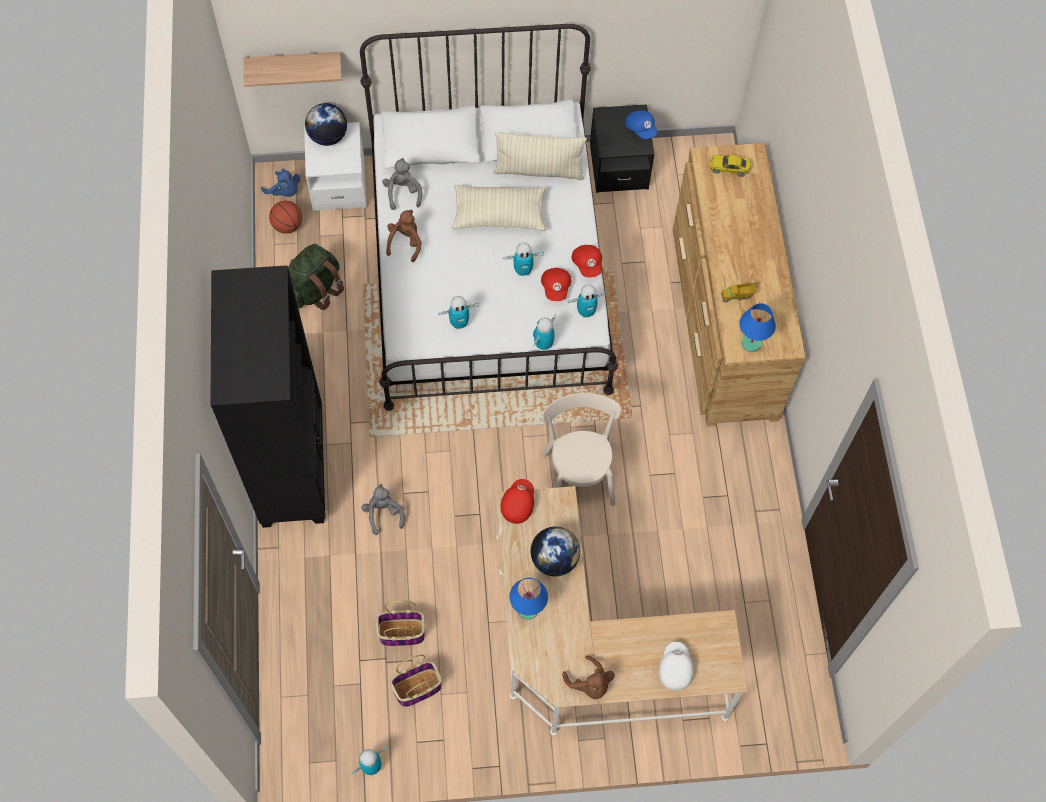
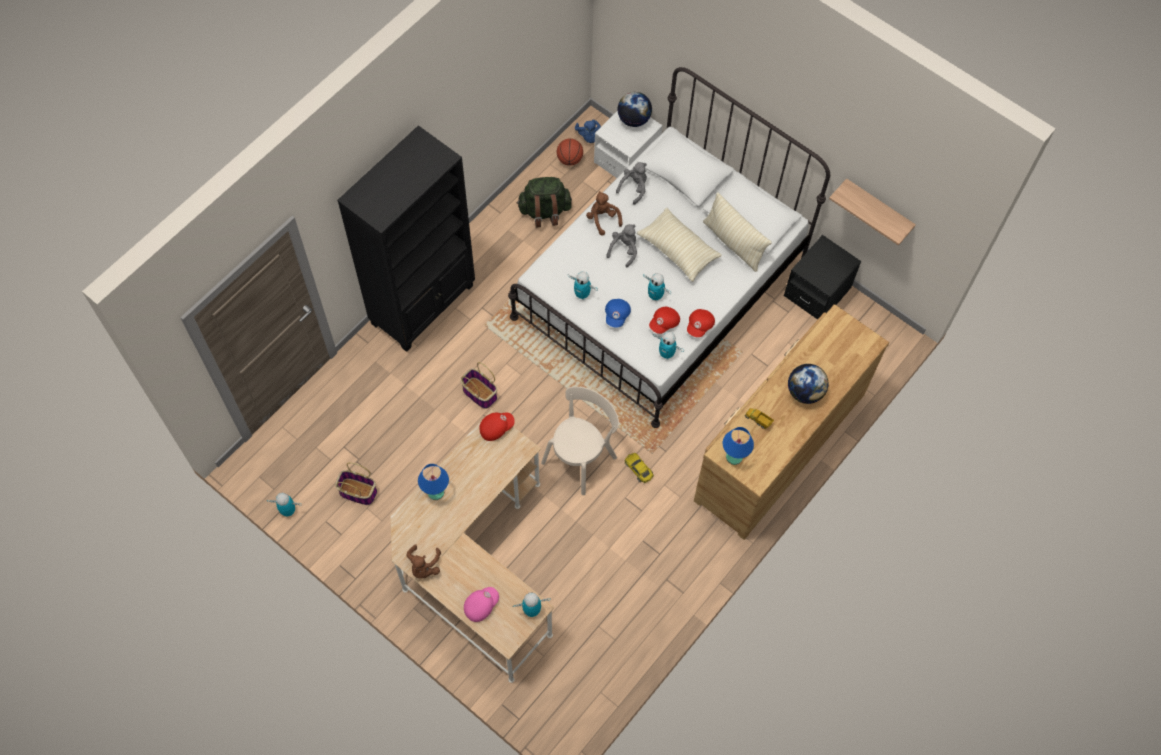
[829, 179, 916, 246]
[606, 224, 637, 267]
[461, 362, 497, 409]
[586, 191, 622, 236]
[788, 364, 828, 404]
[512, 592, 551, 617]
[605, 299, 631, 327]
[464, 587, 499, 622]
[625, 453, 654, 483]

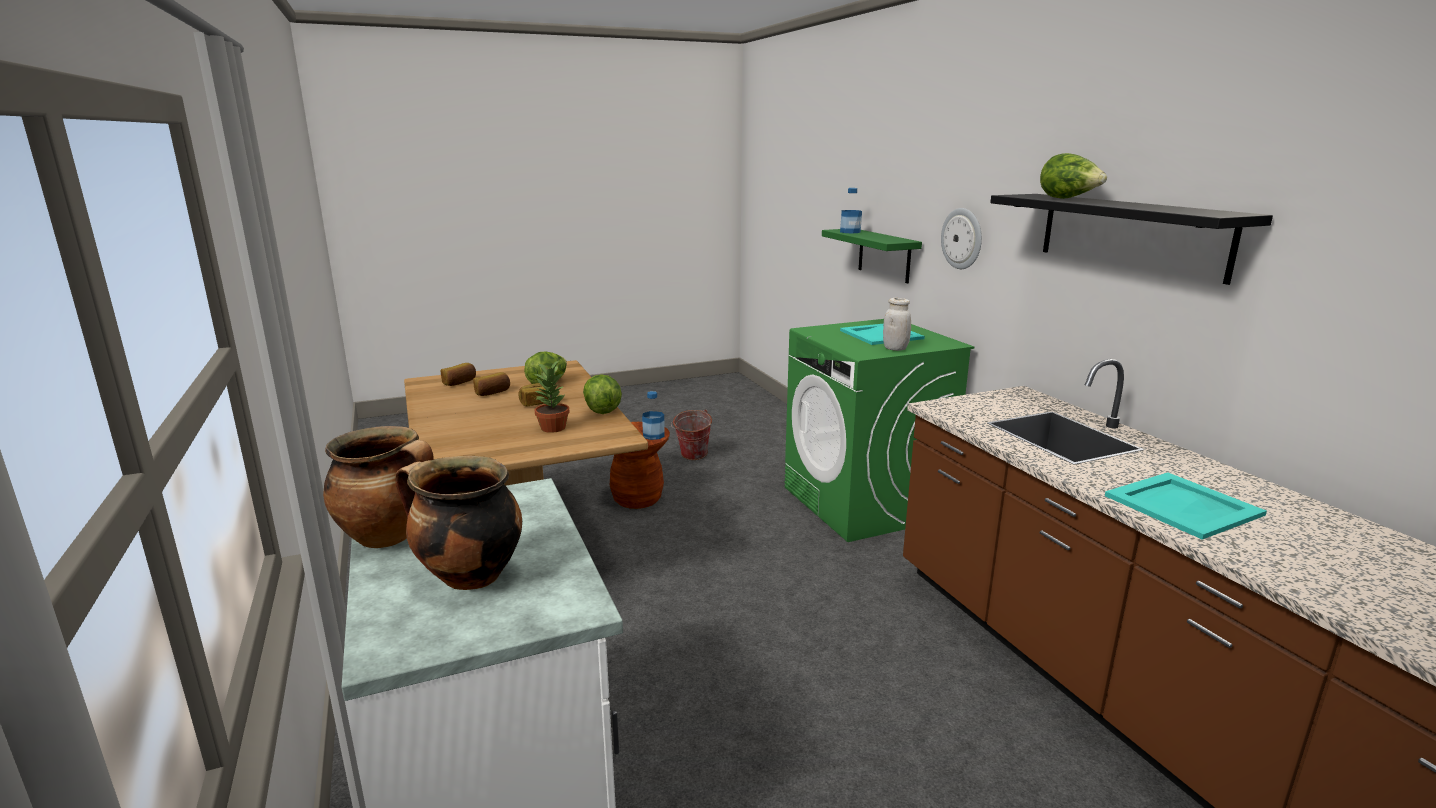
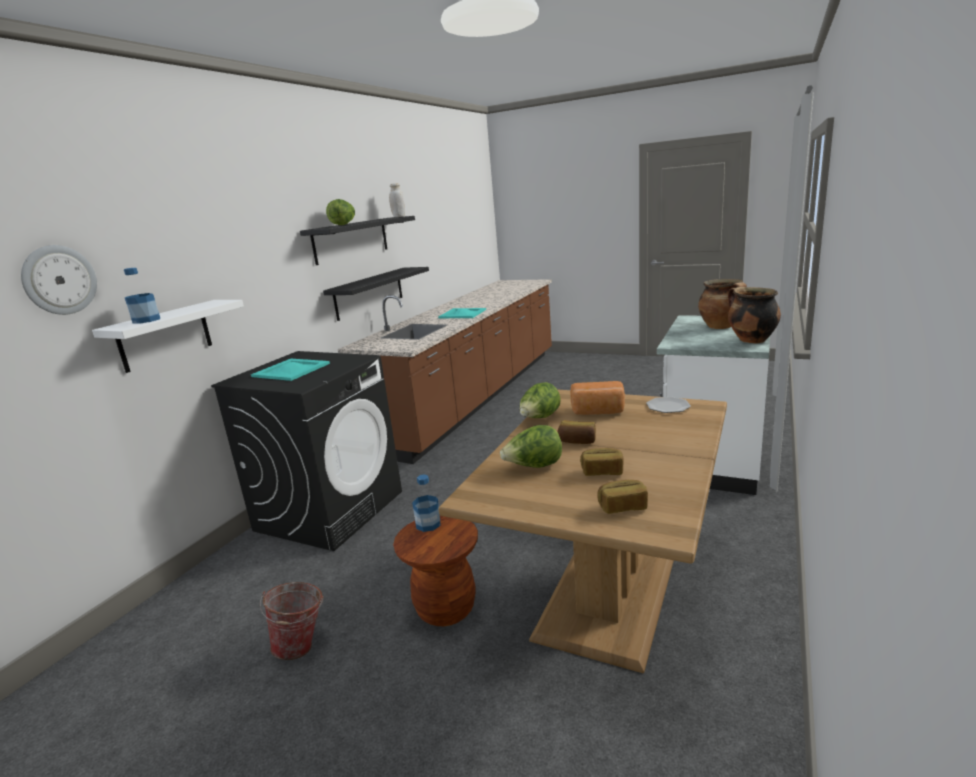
[570, 381, 625, 415]
[211, 351, 402, 551]
[92, 300, 244, 373]
[389, 183, 405, 217]
[21, 245, 97, 315]
[323, 267, 429, 321]
[646, 397, 691, 413]

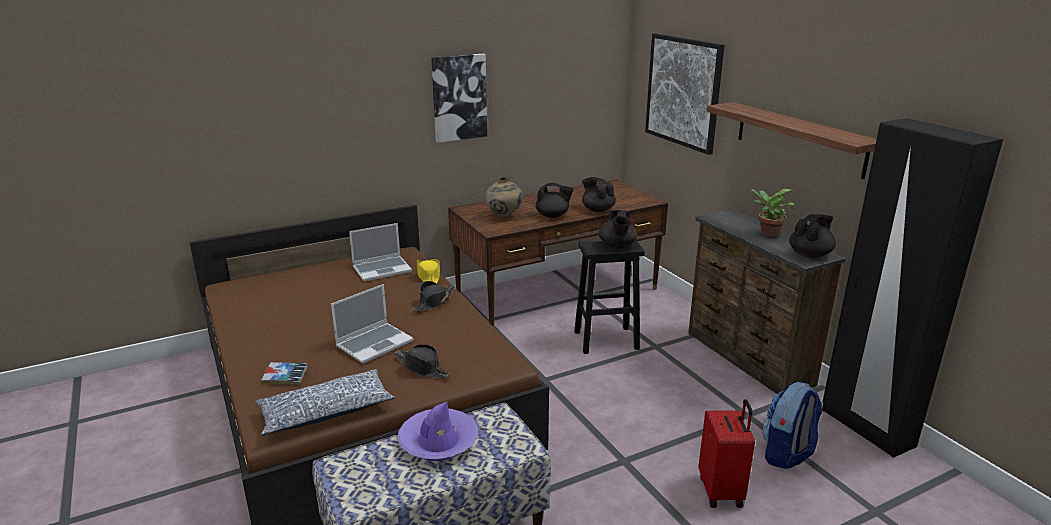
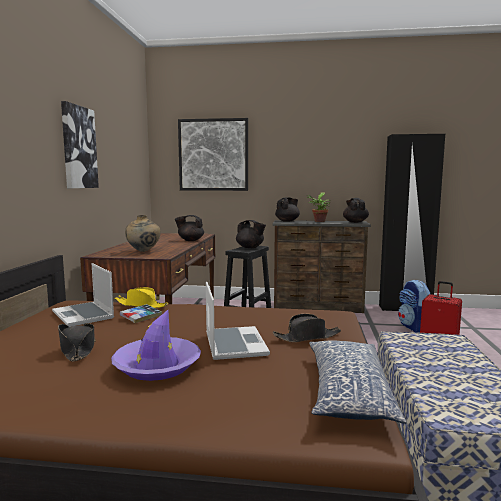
[120, 304, 162, 323]
[52, 263, 114, 327]
[111, 310, 201, 381]
[58, 323, 96, 361]
[275, 197, 300, 221]
[707, 102, 877, 179] (first image)

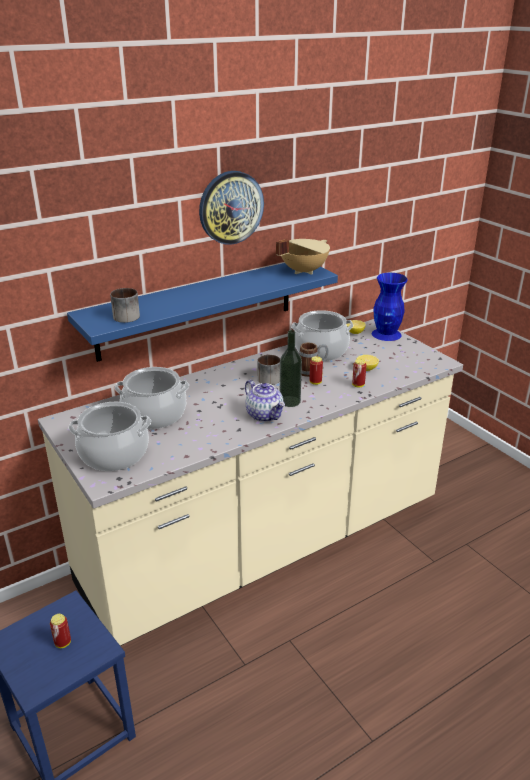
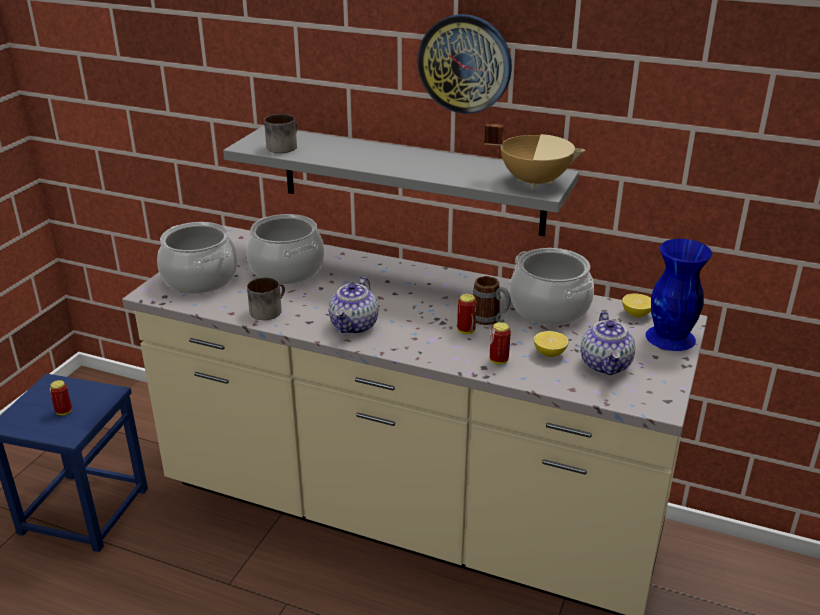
[223, 126, 579, 236]
[247, 277, 285, 320]
[280, 330, 302, 407] (first image)
[581, 312, 635, 375]

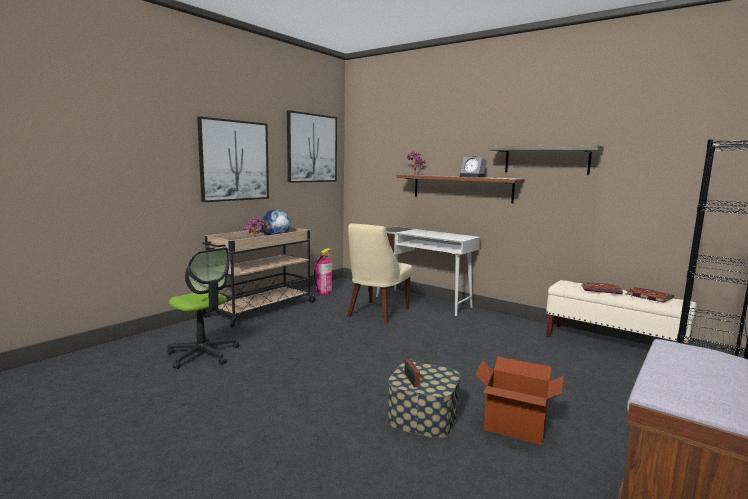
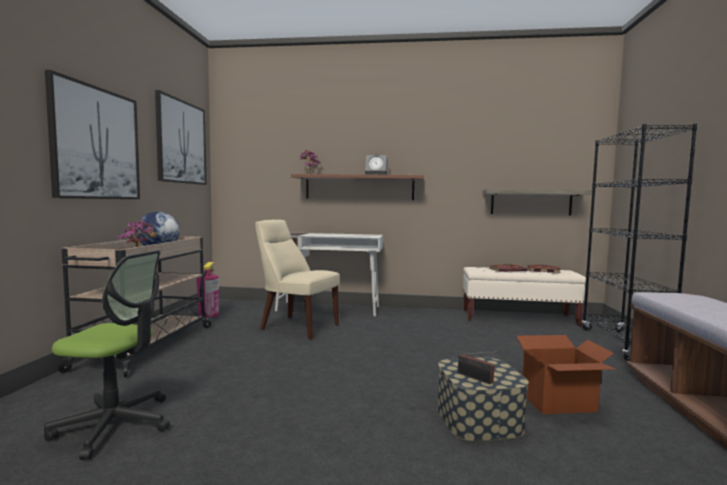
[255, 220, 340, 339]
[483, 189, 592, 215]

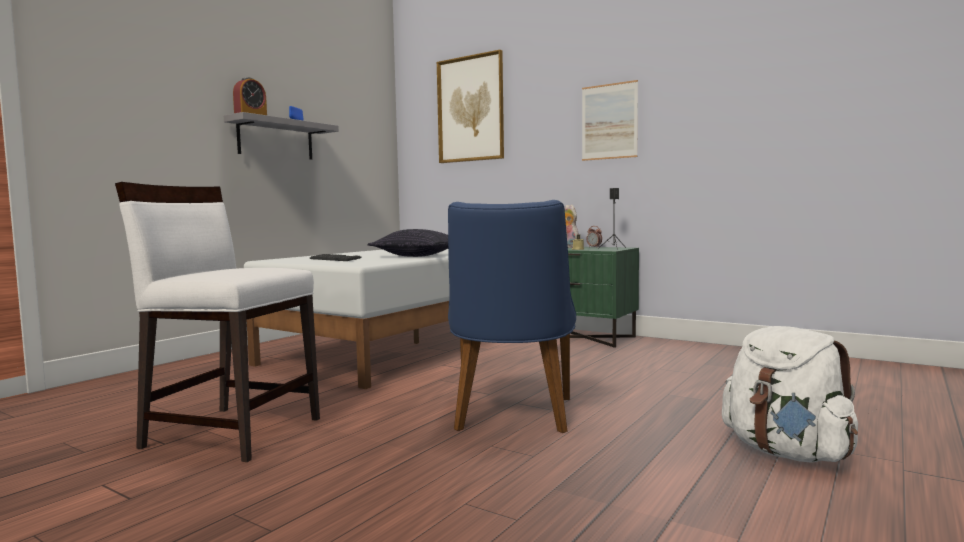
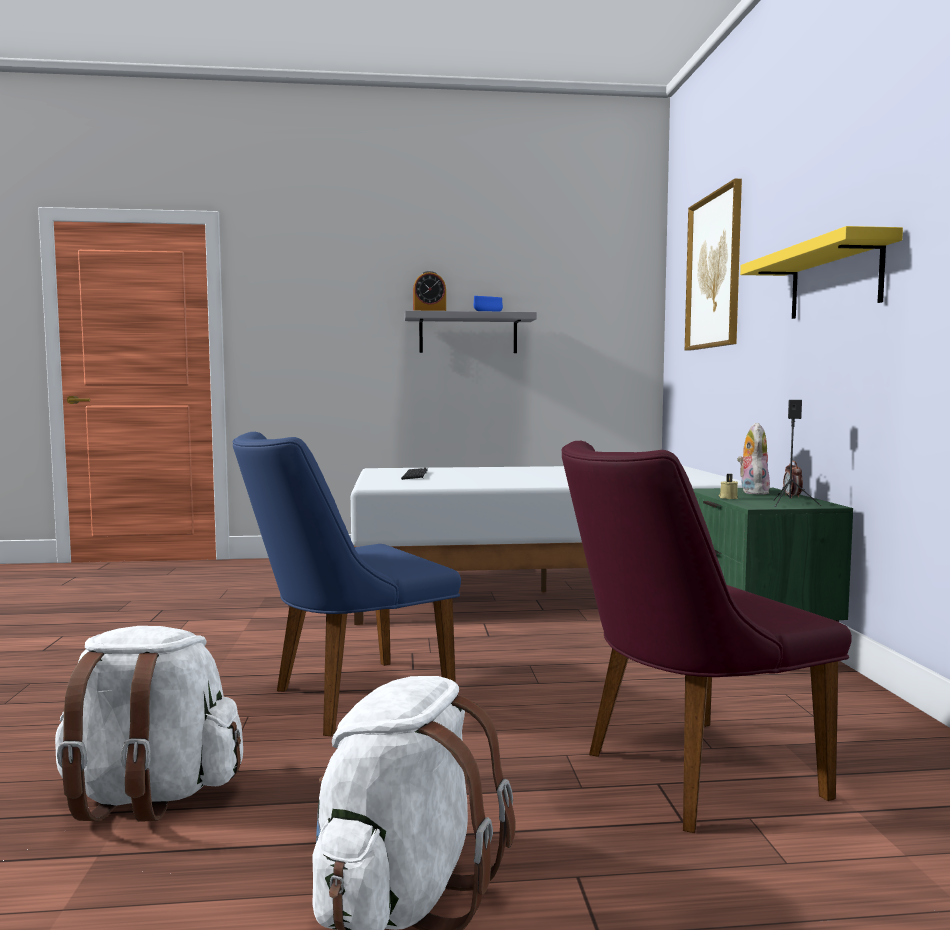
[115, 182, 320, 462] (first image)
[367, 229, 448, 257] (first image)
[740, 226, 903, 319]
[55, 626, 243, 822]
[562, 441, 852, 833]

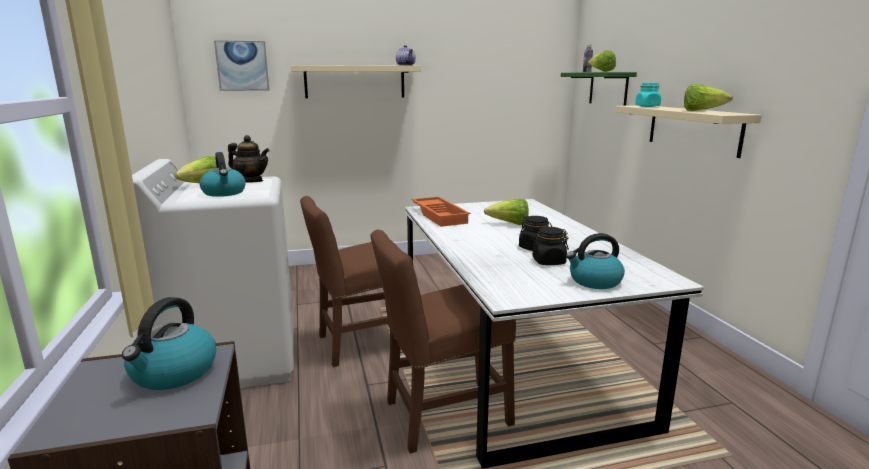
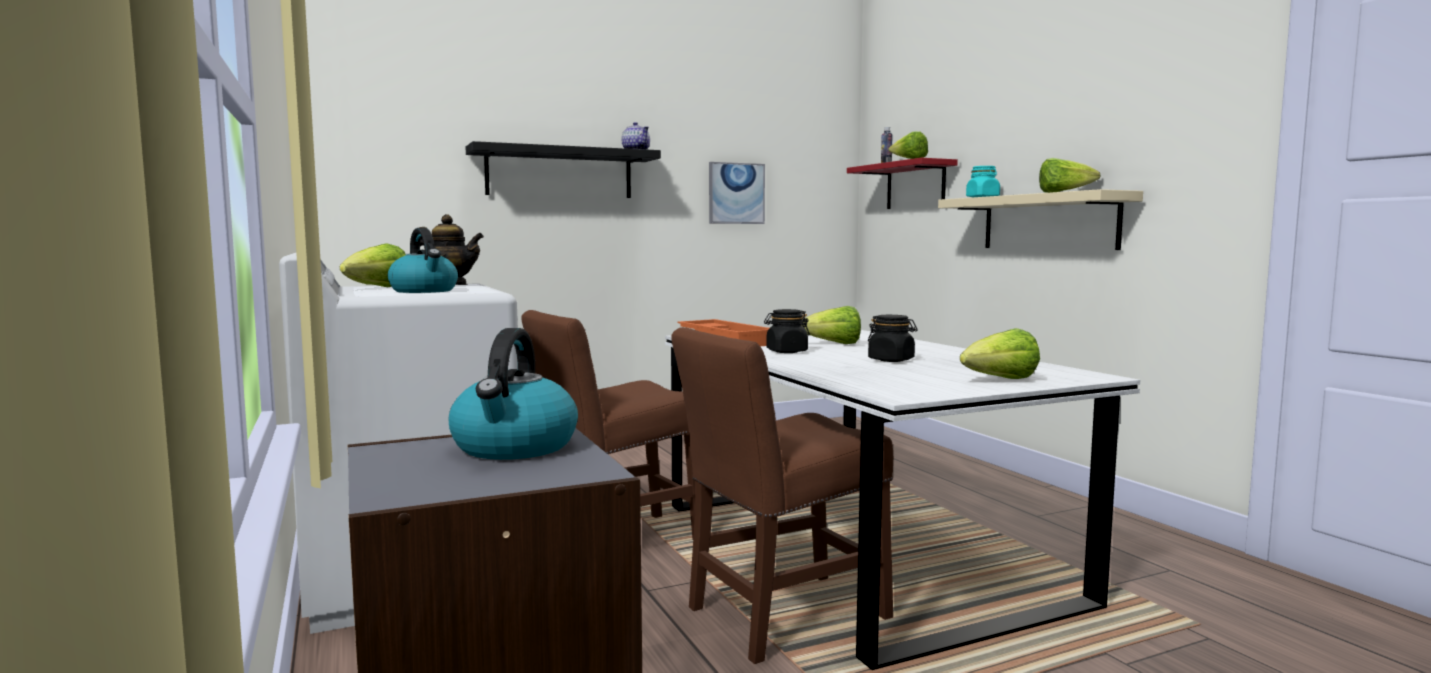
[709, 162, 765, 224]
[466, 141, 661, 198]
[764, 309, 810, 353]
[847, 158, 958, 209]
[960, 328, 1040, 379]

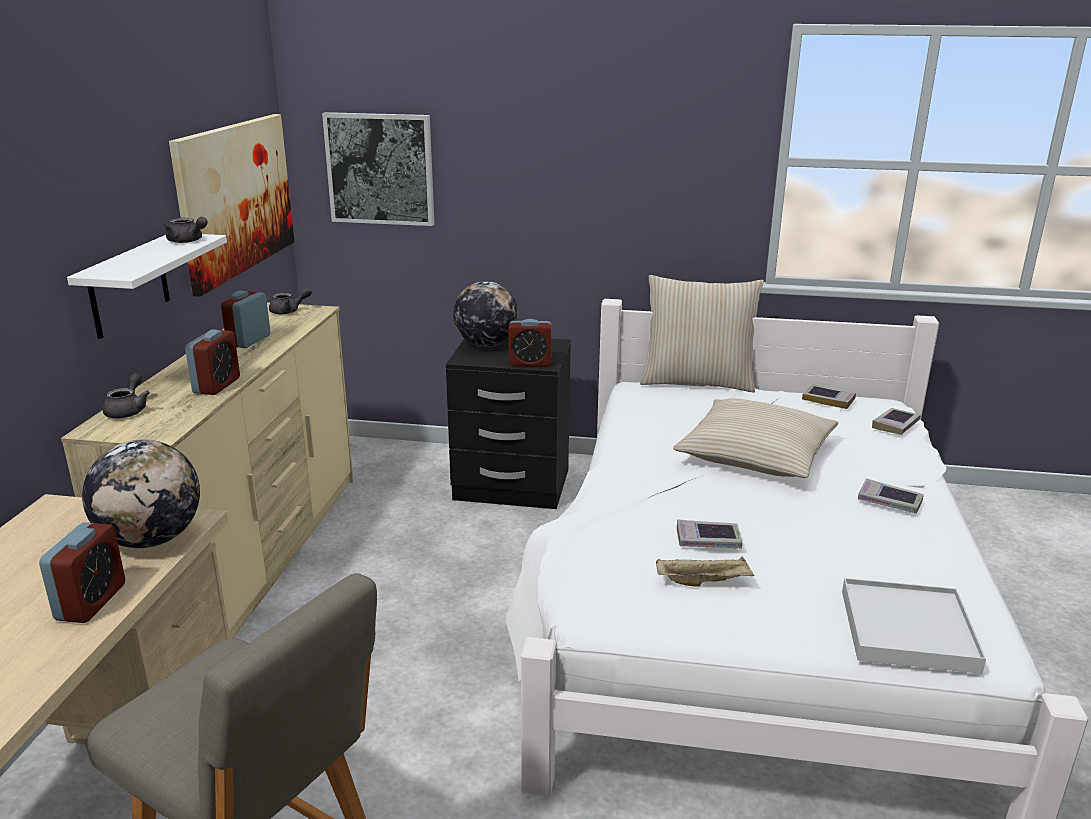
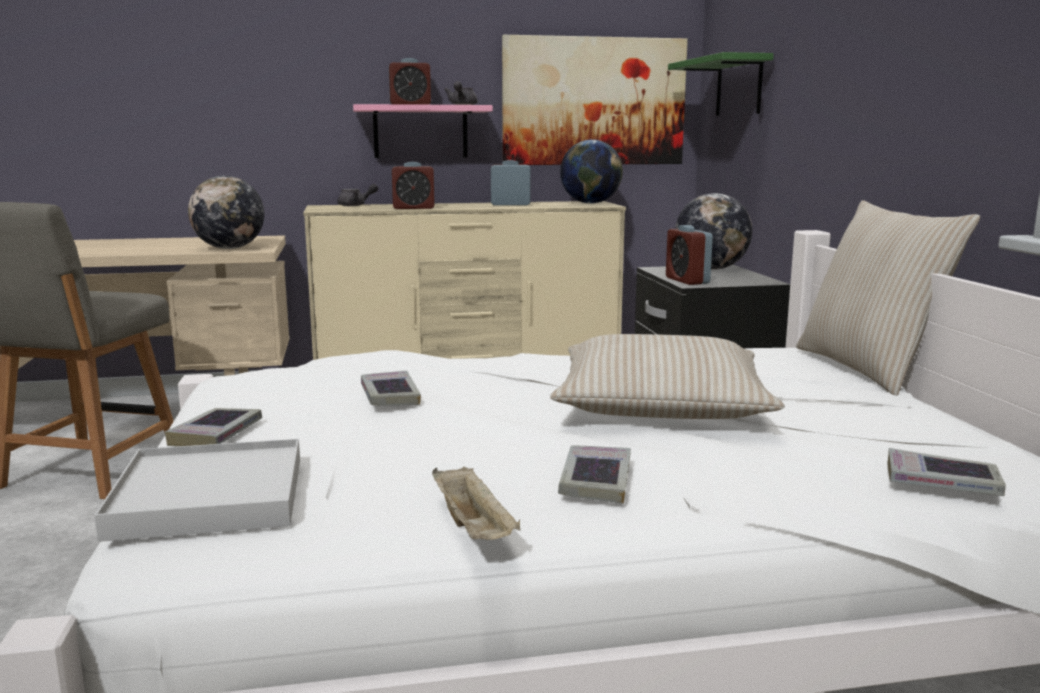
[389, 58, 431, 105]
[353, 104, 493, 158]
[560, 139, 623, 204]
[668, 52, 774, 116]
[432, 466, 520, 540]
[165, 408, 262, 446]

